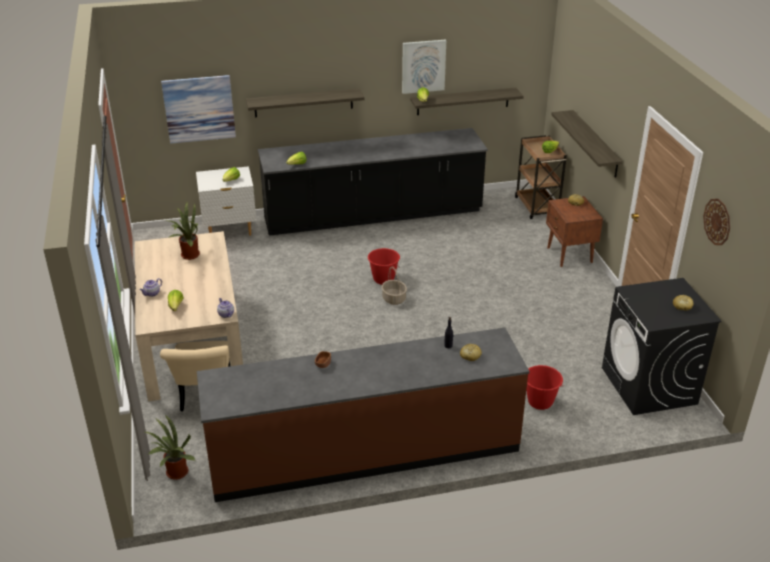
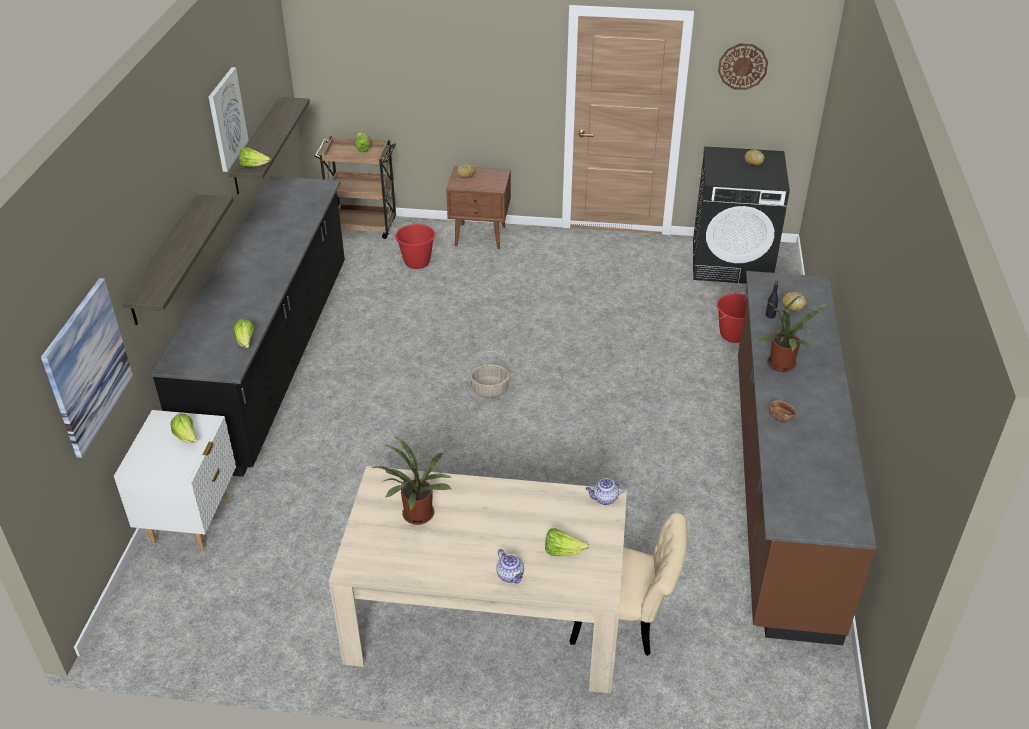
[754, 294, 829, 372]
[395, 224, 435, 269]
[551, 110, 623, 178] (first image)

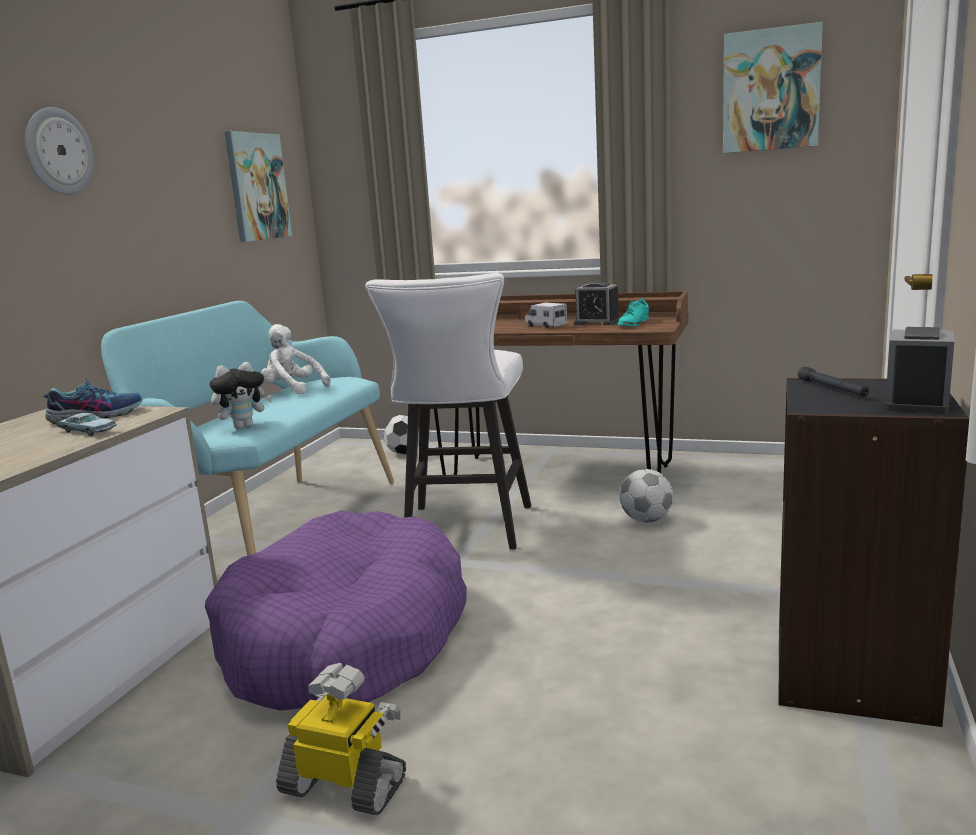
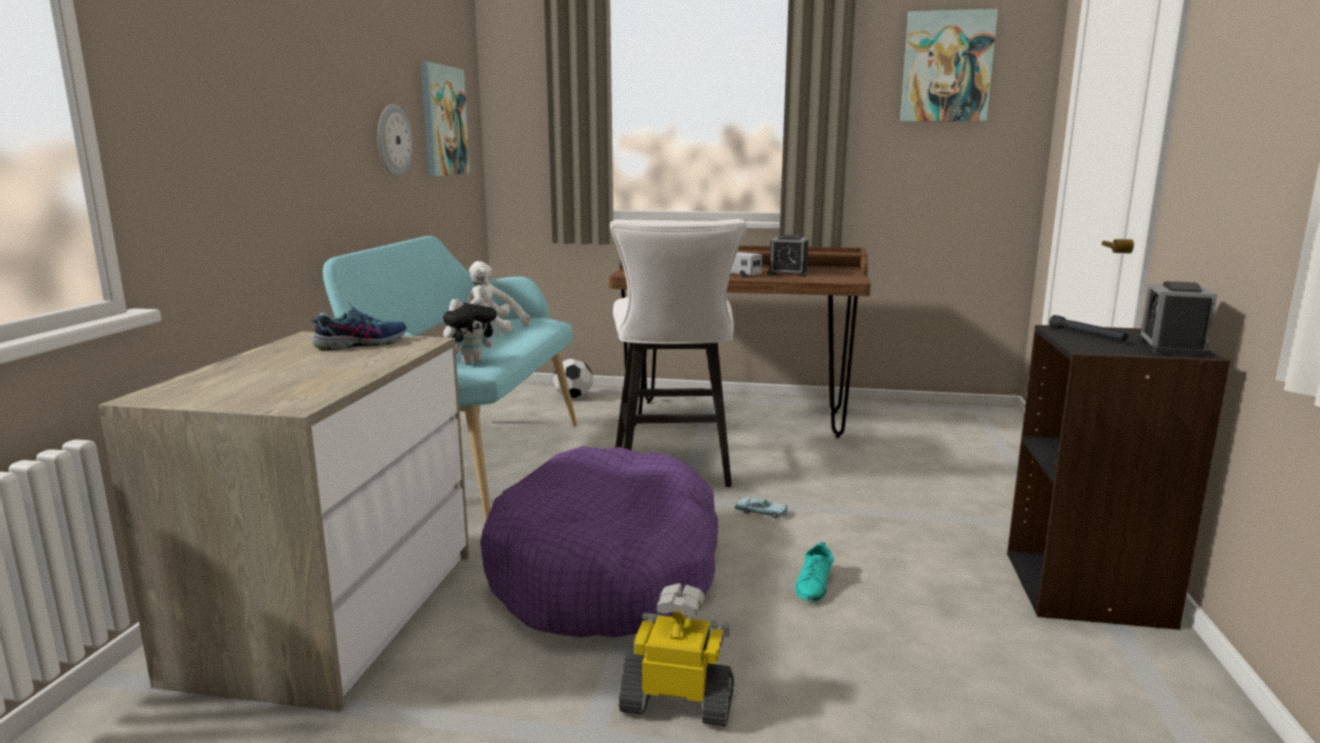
[378, 104, 413, 177]
[735, 497, 788, 518]
[795, 542, 834, 602]
[619, 469, 673, 523] (first image)

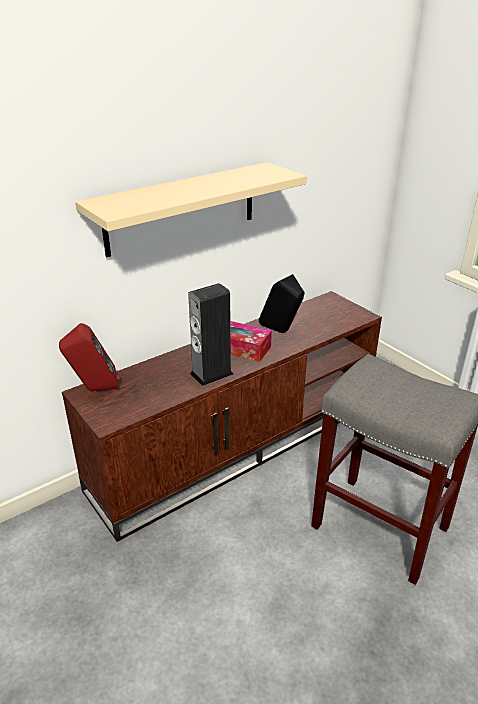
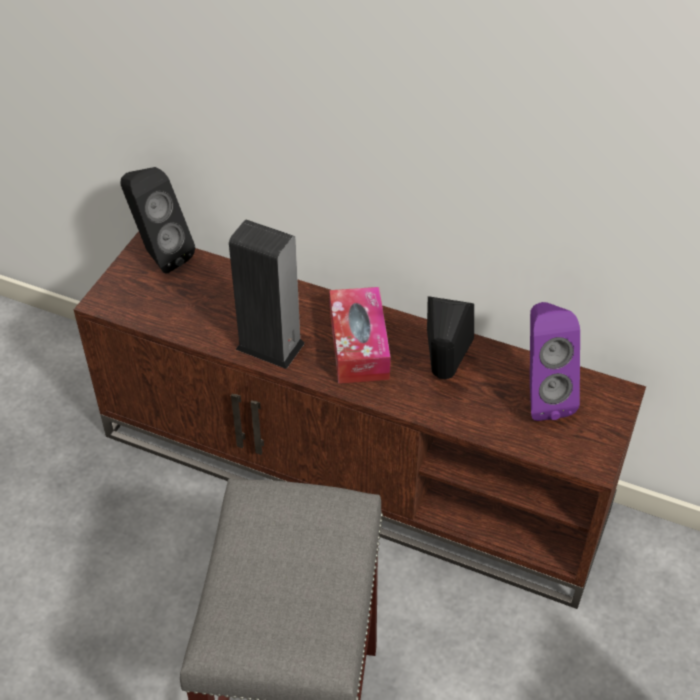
[120, 167, 195, 274]
[75, 162, 307, 257] (first image)
[530, 302, 580, 421]

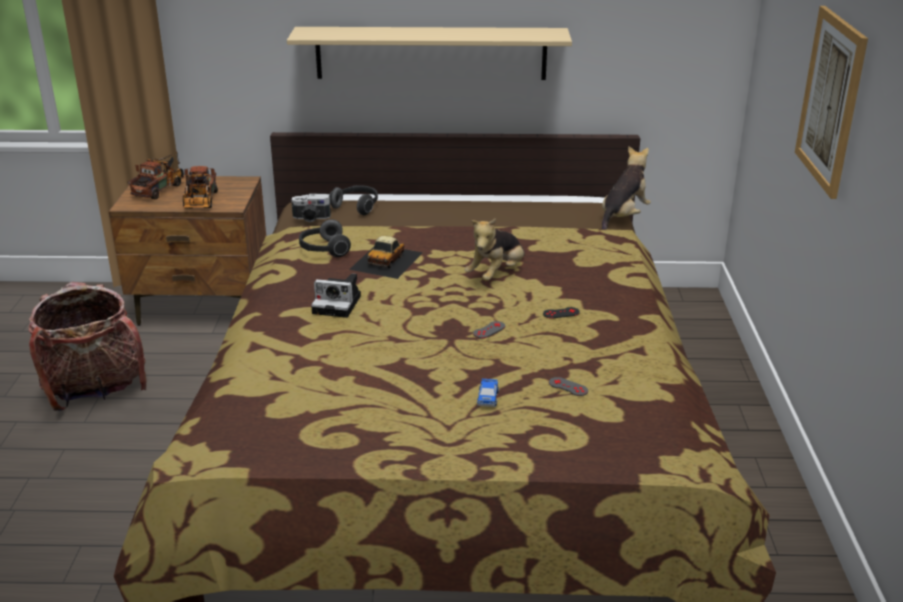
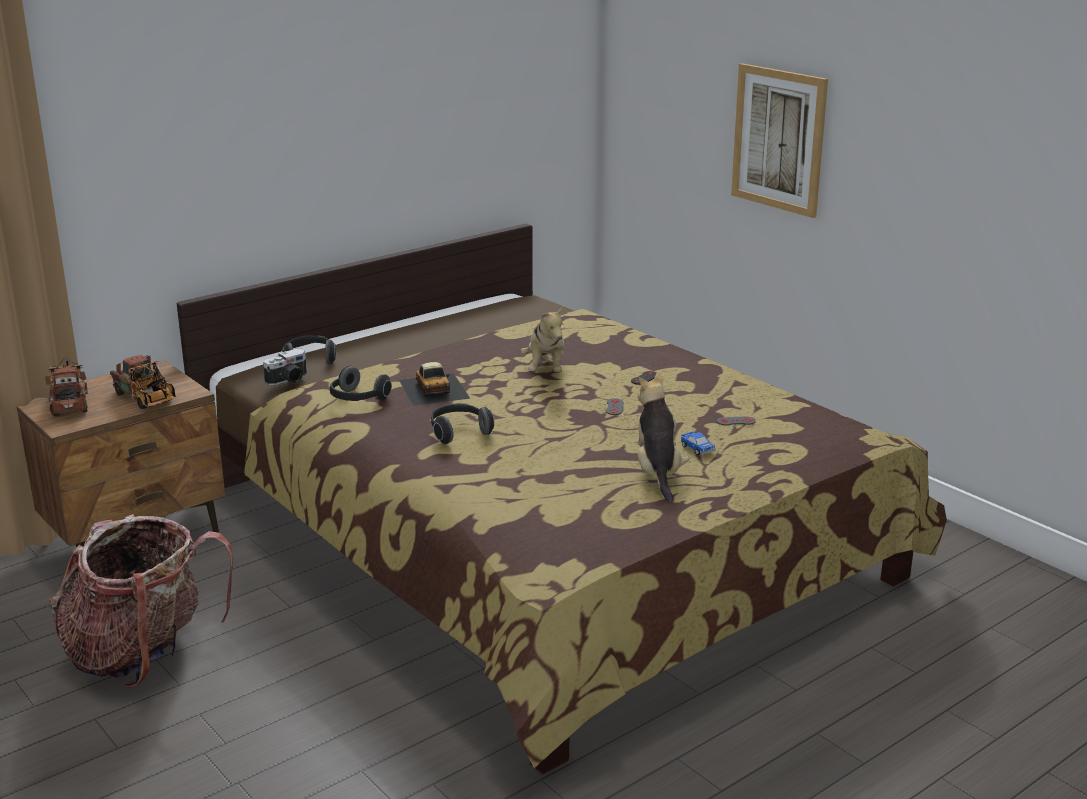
[287, 27, 572, 80] (first image)
[431, 403, 494, 444]
[637, 373, 690, 502]

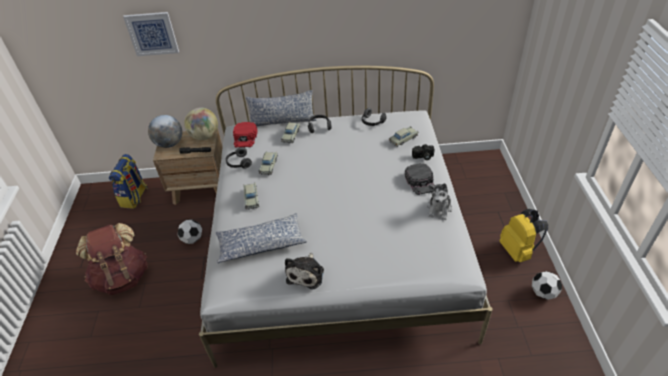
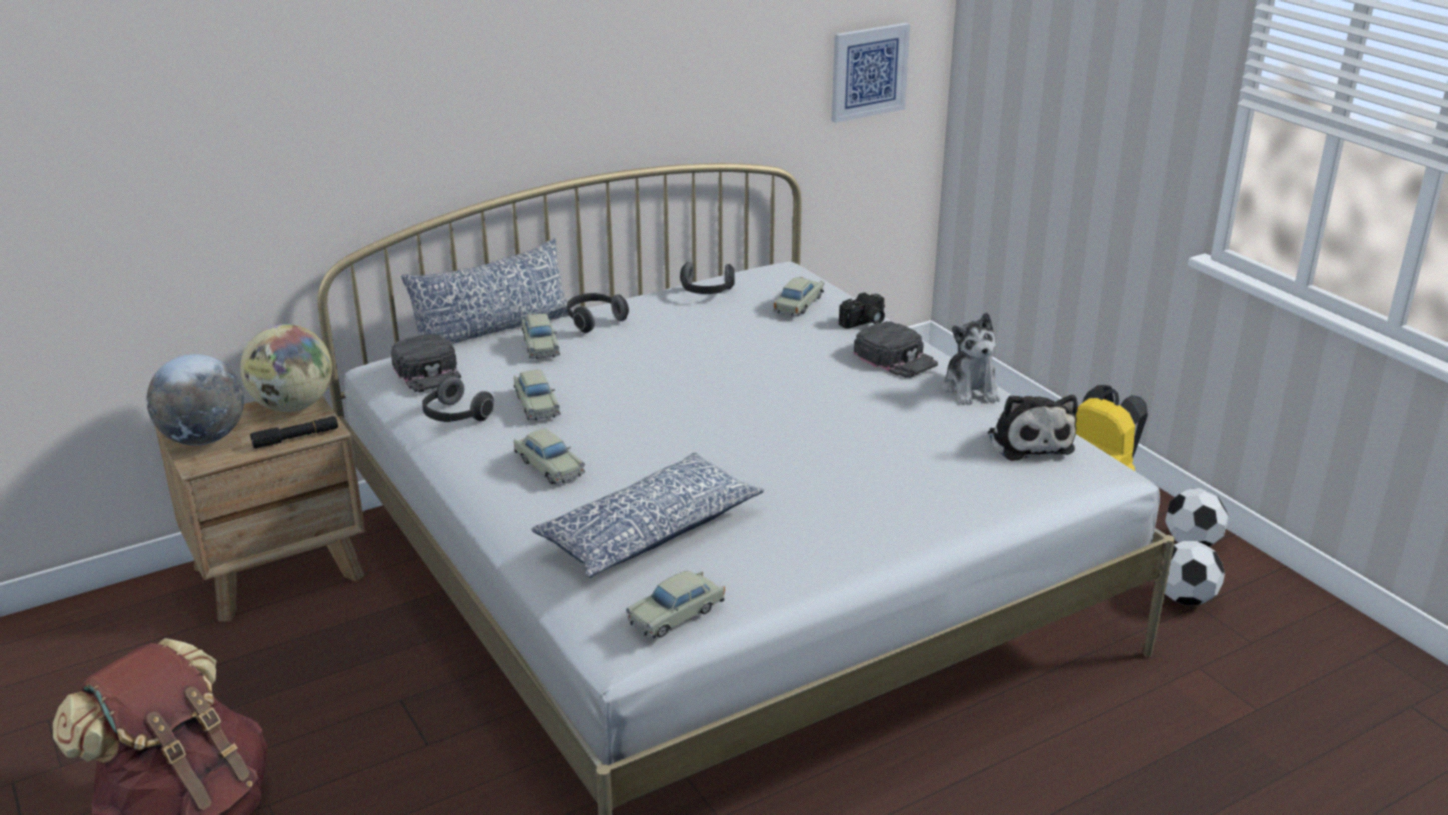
[109, 154, 148, 208] (first image)
[832, 23, 910, 123]
[1165, 541, 1225, 605]
[391, 334, 461, 393]
[988, 395, 1078, 461]
[626, 571, 725, 638]

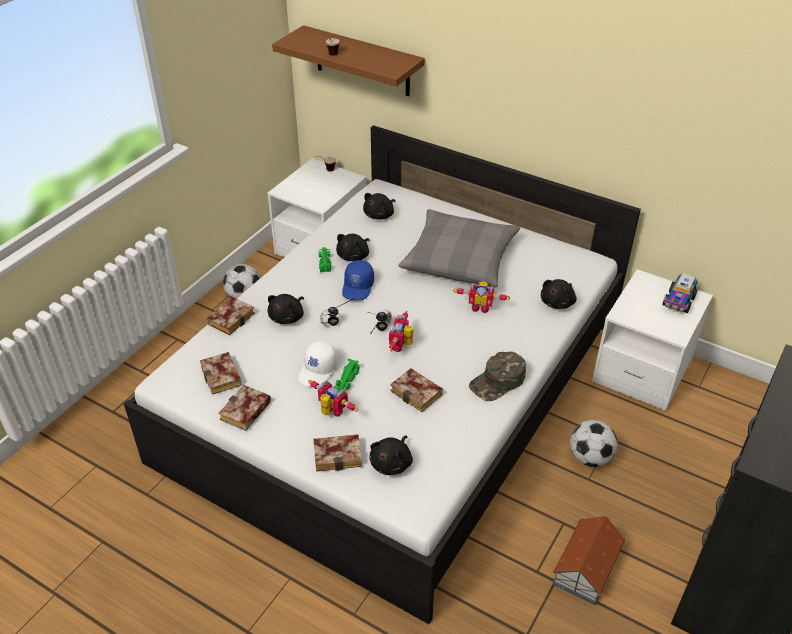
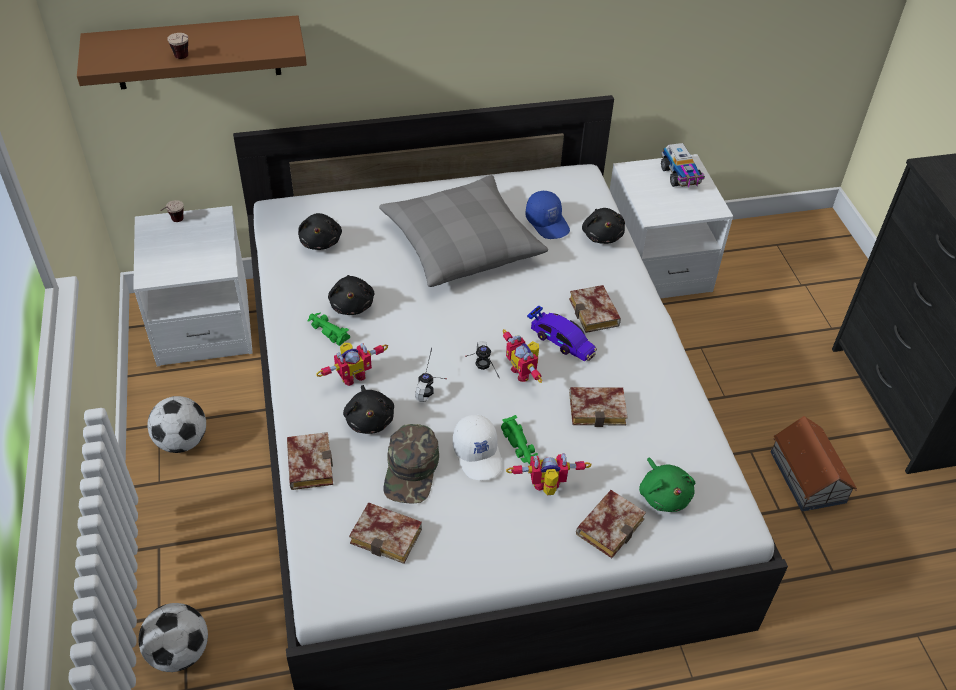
[569, 285, 621, 333]
[525, 191, 570, 239]
[639, 458, 695, 512]
[316, 343, 388, 386]
[383, 424, 439, 504]
[138, 603, 208, 672]
[527, 305, 597, 361]

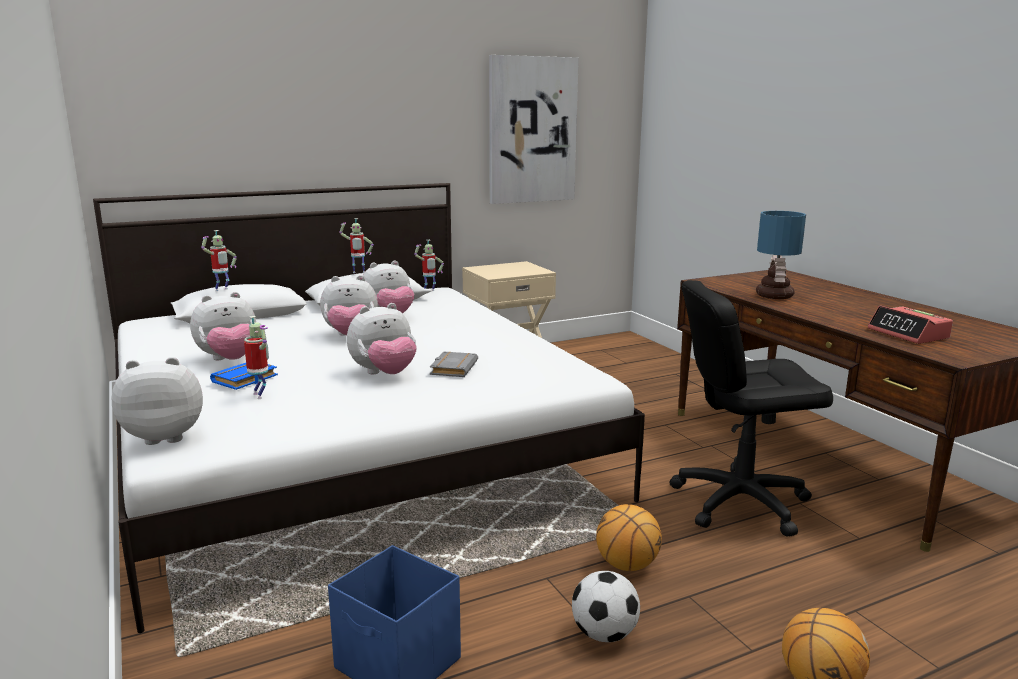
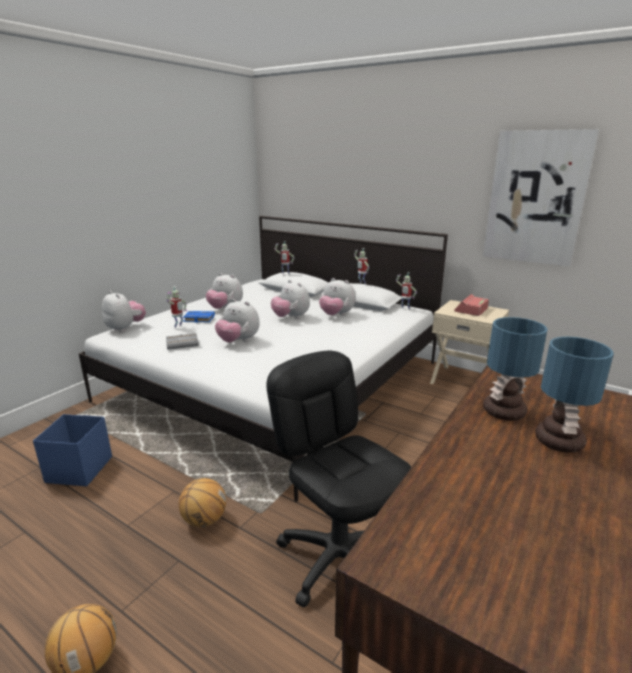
[166, 333, 199, 350]
[572, 571, 640, 642] (first image)
[454, 294, 489, 316]
[535, 337, 614, 453]

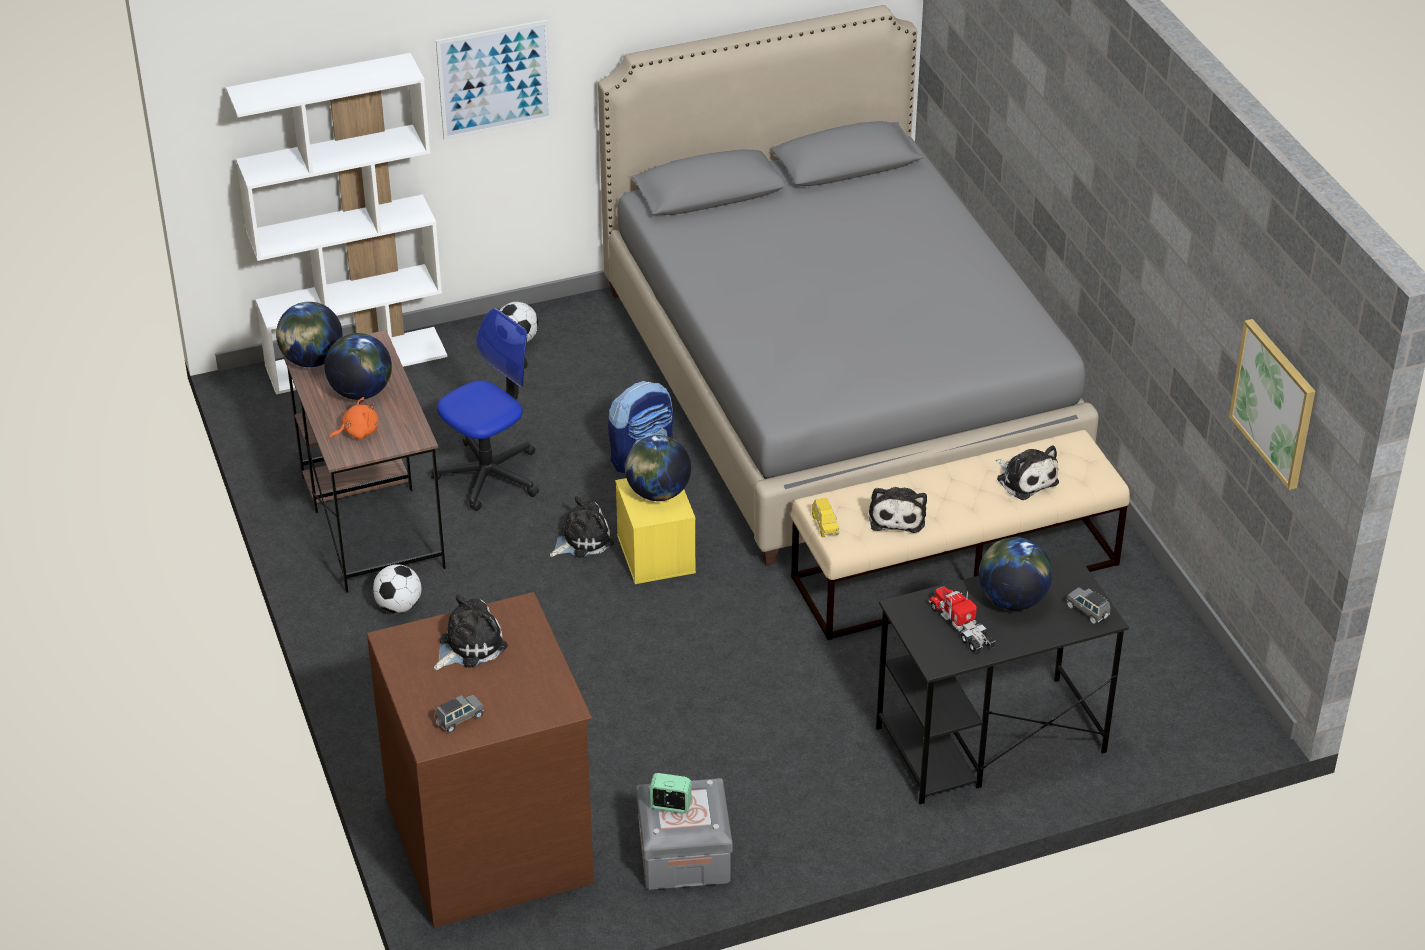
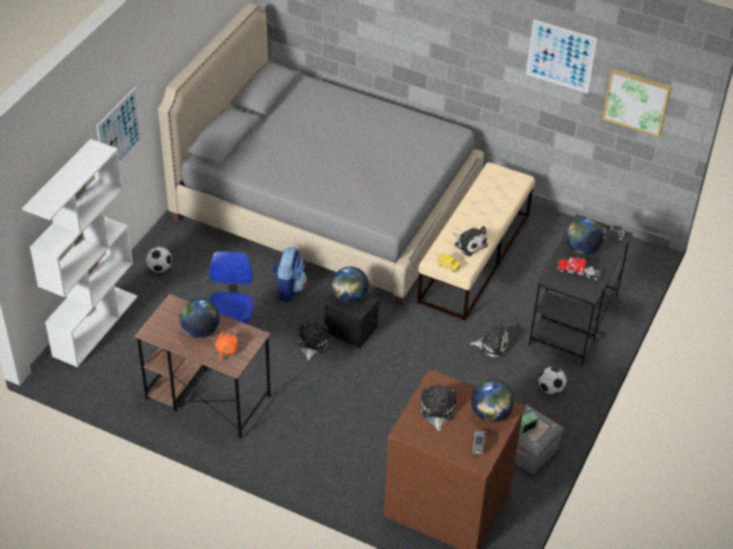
[471, 379, 514, 422]
[539, 367, 566, 394]
[324, 293, 379, 349]
[470, 322, 508, 357]
[526, 20, 598, 93]

